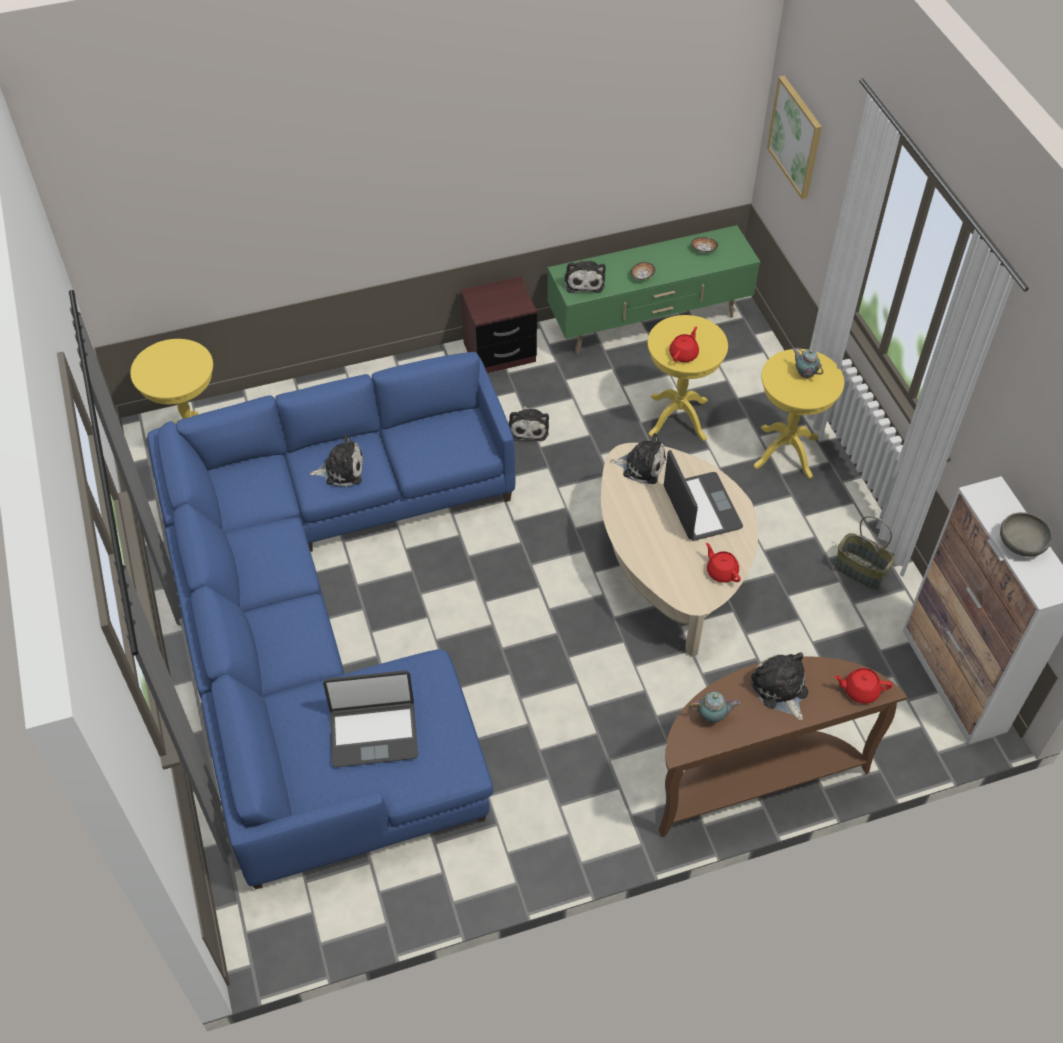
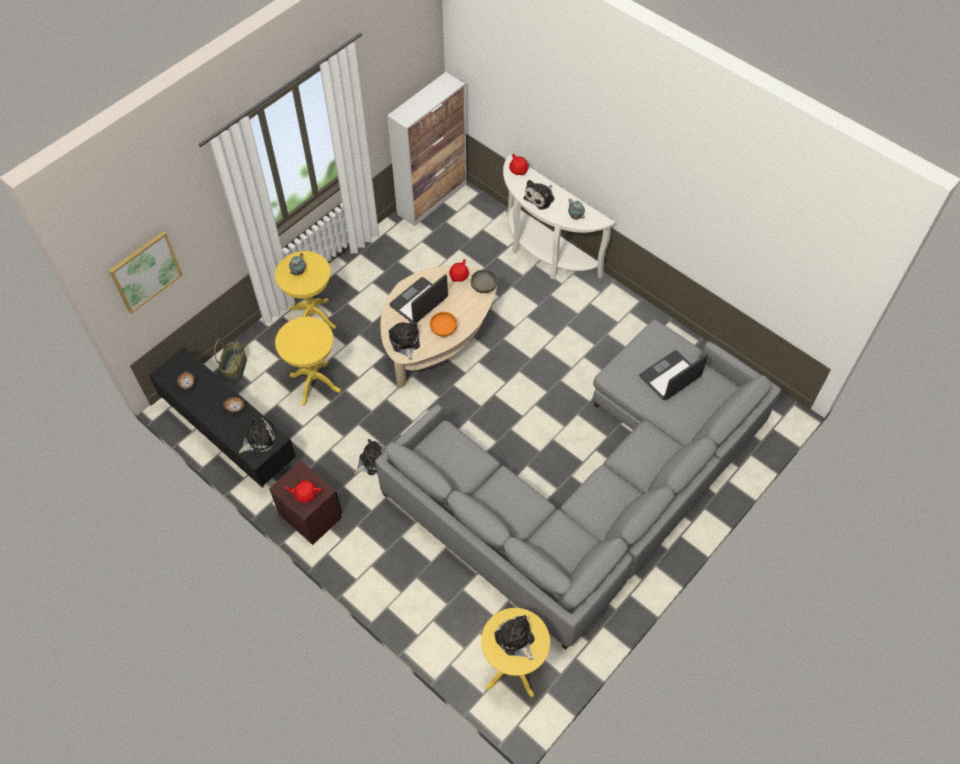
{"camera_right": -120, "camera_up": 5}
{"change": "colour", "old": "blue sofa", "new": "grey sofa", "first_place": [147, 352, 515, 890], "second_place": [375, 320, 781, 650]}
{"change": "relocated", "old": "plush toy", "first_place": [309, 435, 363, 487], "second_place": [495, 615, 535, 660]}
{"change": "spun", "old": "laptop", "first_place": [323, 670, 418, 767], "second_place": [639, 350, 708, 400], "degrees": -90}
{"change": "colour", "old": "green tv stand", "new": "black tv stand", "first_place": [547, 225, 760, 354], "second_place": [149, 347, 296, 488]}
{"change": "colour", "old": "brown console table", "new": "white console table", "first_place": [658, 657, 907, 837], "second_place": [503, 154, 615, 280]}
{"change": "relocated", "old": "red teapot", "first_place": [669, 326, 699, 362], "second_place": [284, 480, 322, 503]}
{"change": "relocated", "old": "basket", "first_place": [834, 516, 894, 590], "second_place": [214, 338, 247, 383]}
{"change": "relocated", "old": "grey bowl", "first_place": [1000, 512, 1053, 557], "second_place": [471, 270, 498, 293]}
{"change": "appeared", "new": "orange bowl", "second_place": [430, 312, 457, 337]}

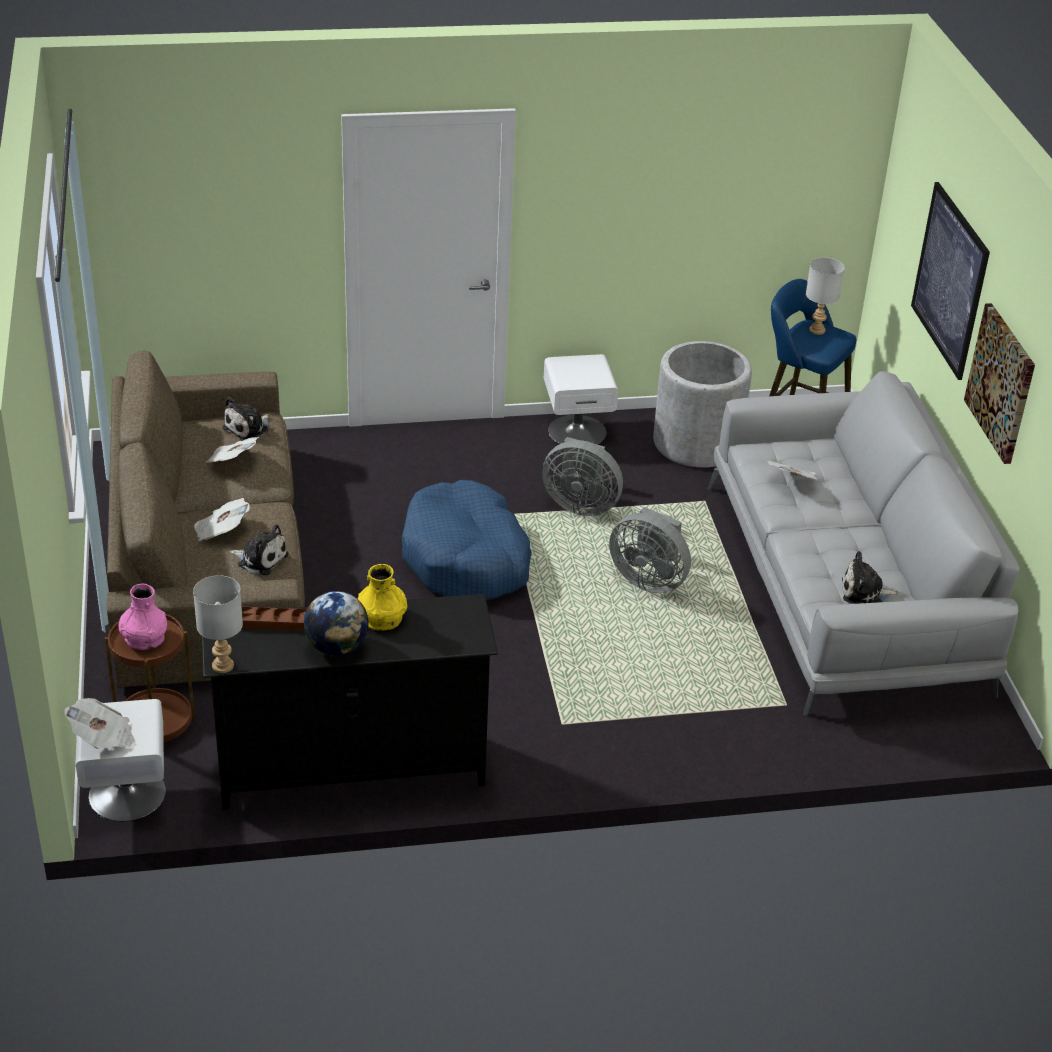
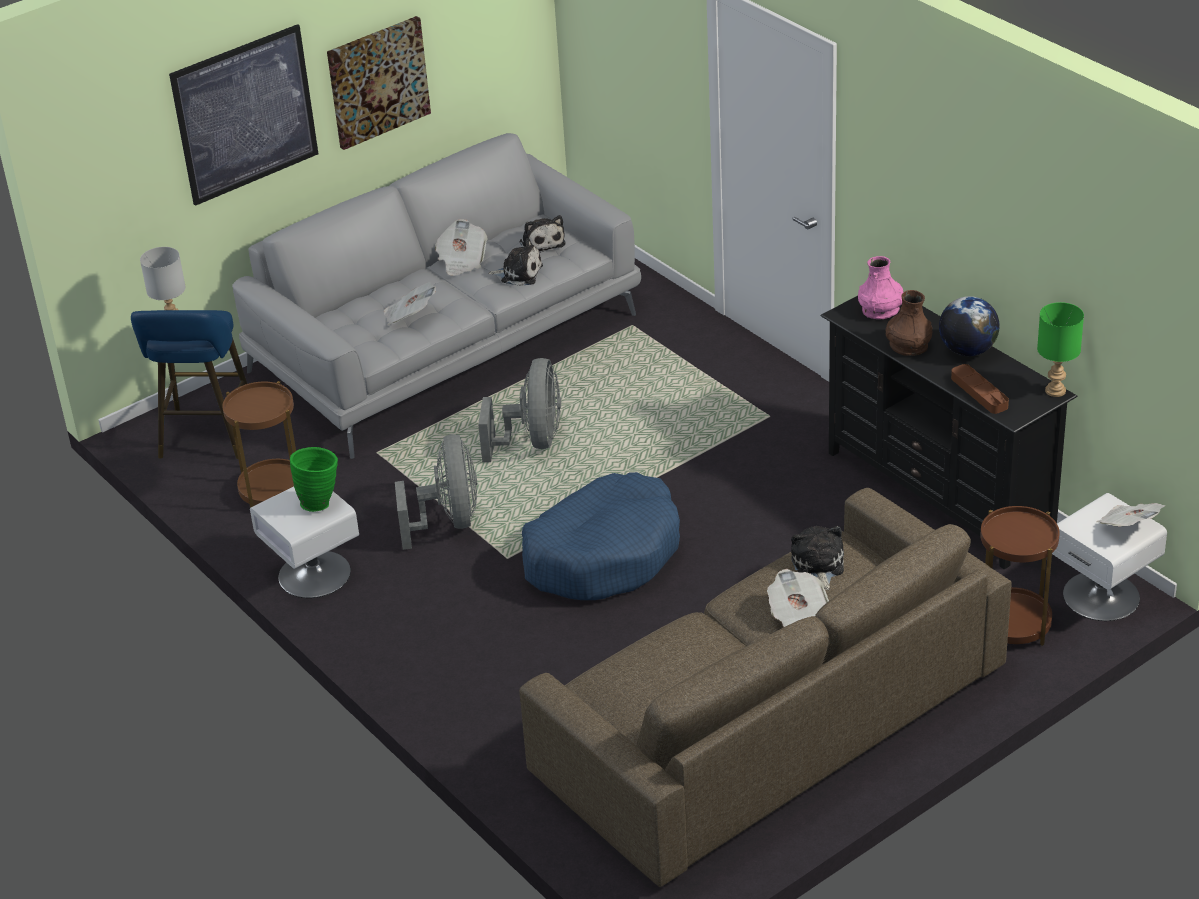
{"camera_right": -115, "camera_up": 0}
{"change": "relocated", "old": "pink vase", "first_place": [119, 584, 167, 650], "second_place": [858, 256, 903, 319]}
{"change": "colour", "old": "grey table lamp", "new": "green table lamp", "first_place": [193, 575, 243, 673], "second_place": [1037, 302, 1084, 397]}
{"change": "relocated", "old": "newspaper", "first_place": [205, 437, 259, 463], "second_place": [435, 219, 488, 276]}
{"change": "relocated", "old": "plush toy", "first_place": [222, 397, 269, 441], "second_place": [489, 238, 543, 286]}
{"change": "colour", "old": "yellow vase", "new": "brown vase", "first_place": [358, 564, 407, 631], "second_place": [886, 290, 932, 356]}
{"change": "exchanged", "old": "grey planter", "new": "brown side table", "first_place": [653, 341, 752, 468], "second_place": [222, 381, 296, 508]}
{"change": "appeared", "new": "green vase", "second_place": [290, 447, 338, 512]}

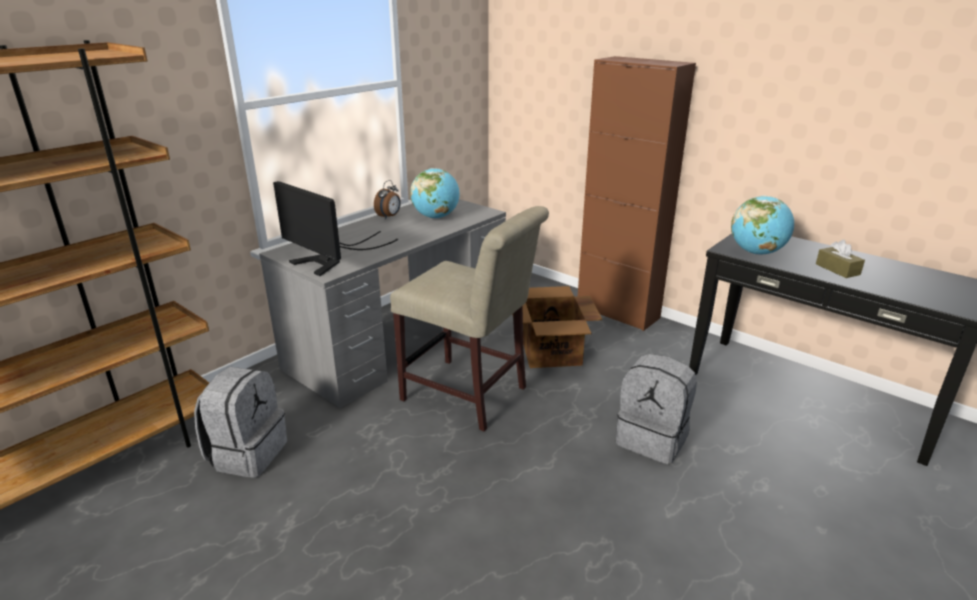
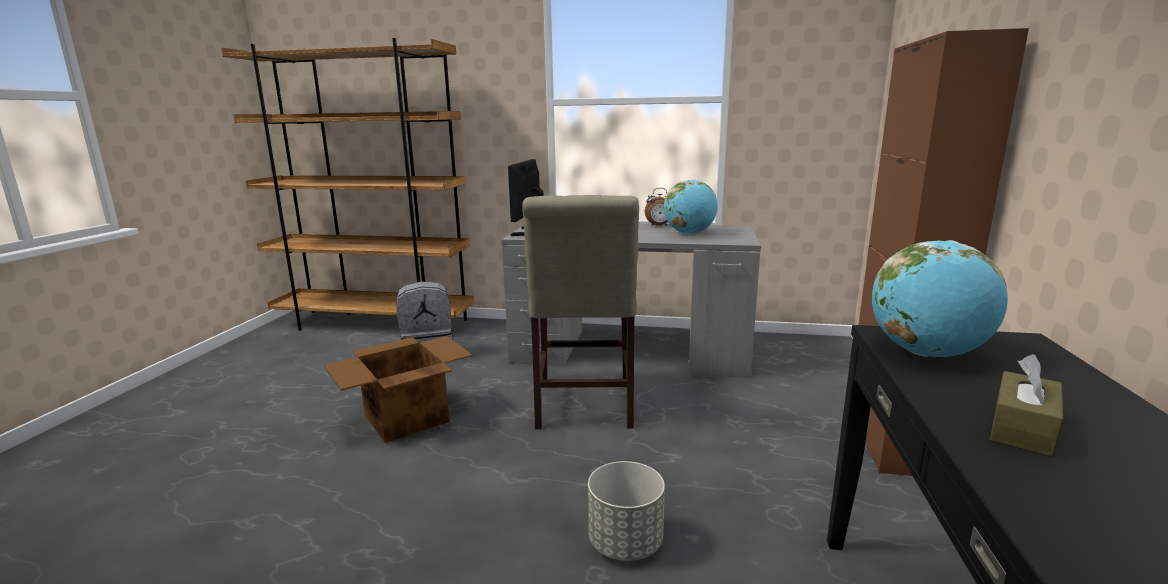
{"camera_right": 60, "camera_up": -10}
{"change": "relocated", "old": "cardboard box", "first_place": [512, 286, 602, 368], "second_place": [324, 336, 473, 443]}
{"change": "exchanged", "old": "grey backpack", "new": "grey planter", "first_place": [616, 354, 697, 464], "second_place": [588, 461, 665, 561]}

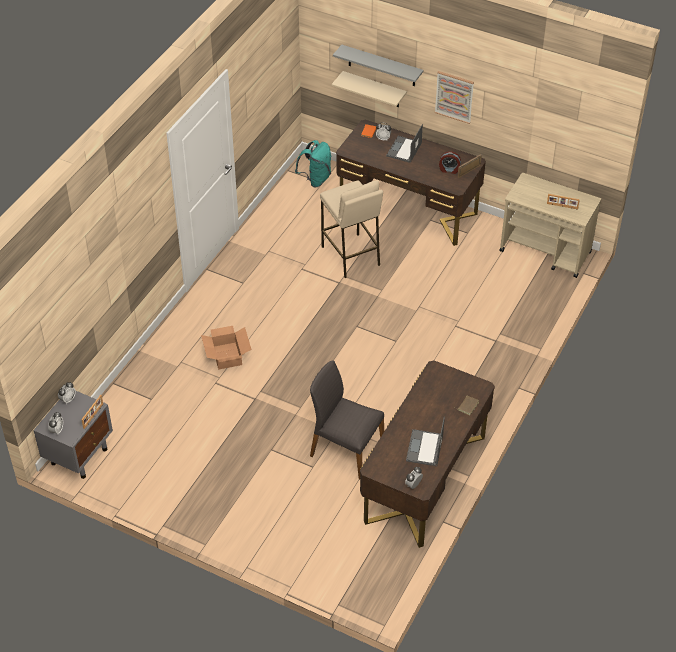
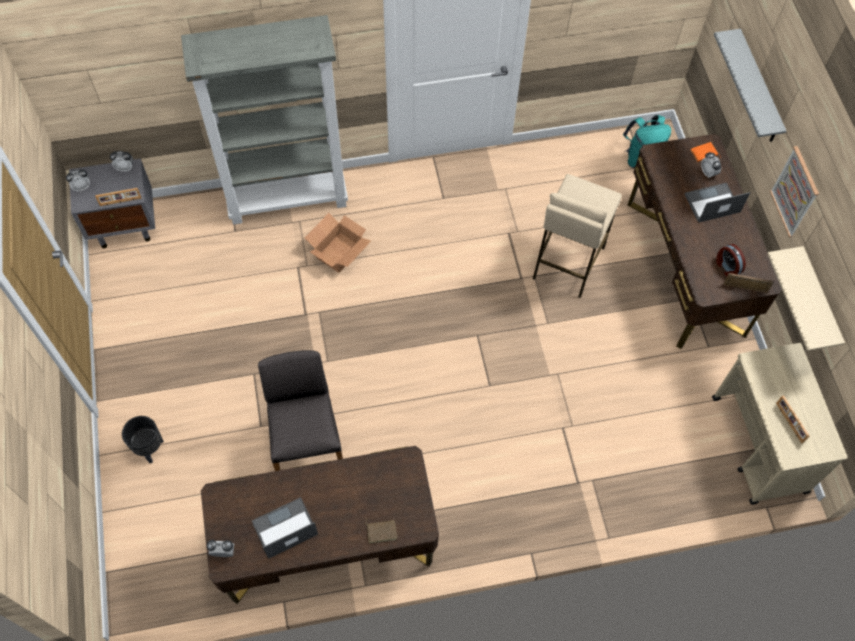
{"camera_right": 50, "camera_up": 15}
{"change": "relocated", "old": "beige shelf", "first_place": [332, 71, 407, 107], "second_place": [767, 246, 845, 351]}
{"change": "appeared", "new": "black planter", "second_place": [122, 416, 164, 463]}
{"change": "appeared", "new": "grey bookcase", "second_place": [181, 15, 348, 225]}

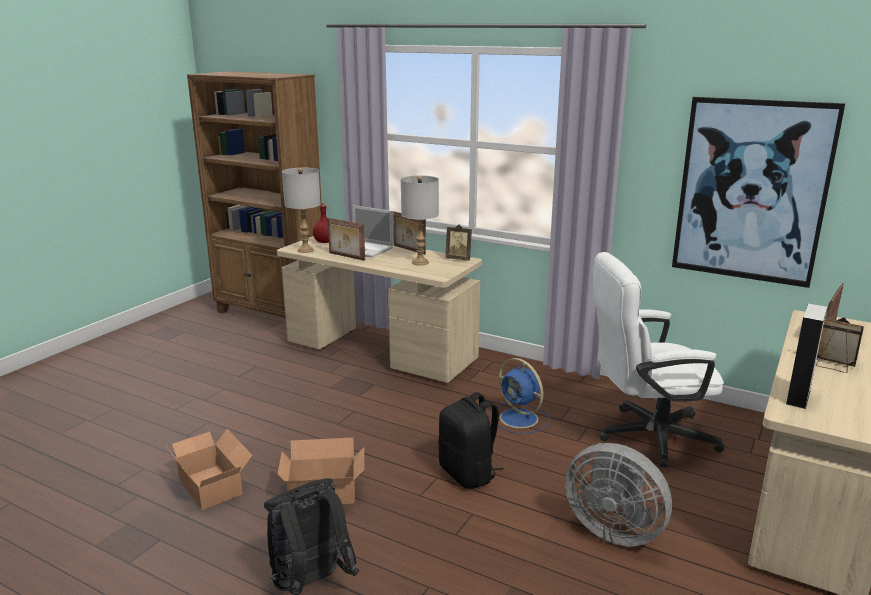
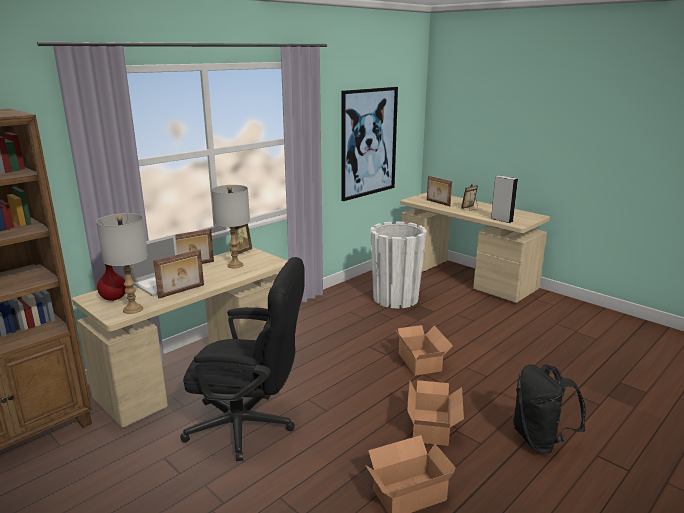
{"camera_right": -75, "camera_up": 0}
{"change": "exchanged", "old": "black backpack", "new": "cardboard box", "first_place": [439, 392, 504, 489], "second_place": [395, 325, 453, 376]}
{"change": "missing", "old": "blue fan", "first_place": [491, 358, 550, 434]}
{"change": "missing", "old": "grey fan", "first_place": [565, 443, 672, 546]}
{"change": "exchanged", "old": "white office chair", "new": "white planter", "first_place": [592, 252, 725, 468], "second_place": [370, 221, 427, 309]}
{"change": "appeared", "new": "black office chair", "second_place": [180, 257, 304, 461]}

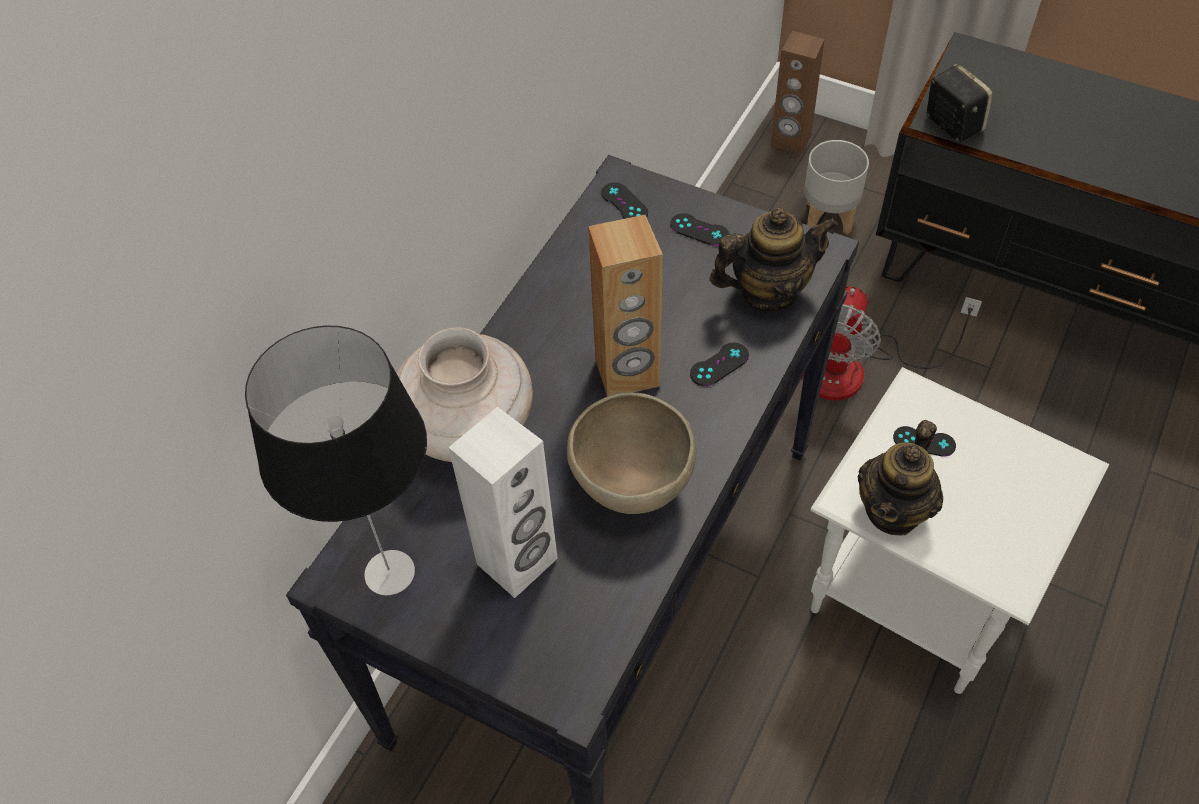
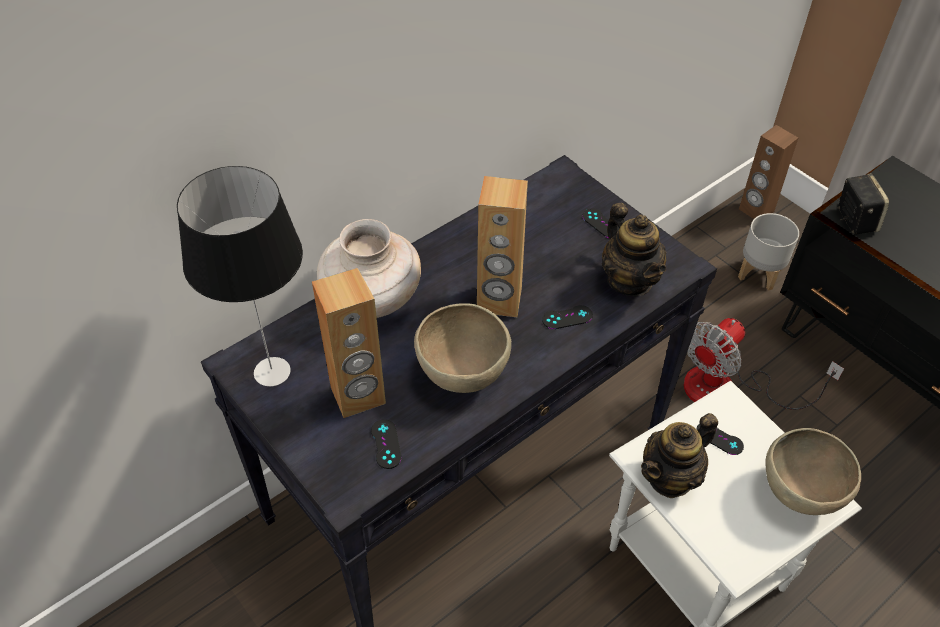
{"camera_right": 20, "camera_up": -5}
{"change": "colour", "old": "white speaker", "new": "brown speaker", "first_place": [448, 407, 558, 598], "second_place": [312, 268, 386, 418]}
{"change": "relocated", "old": "black game controller", "first_place": [601, 183, 648, 219], "second_place": [371, 419, 402, 469]}
{"change": "spun", "old": "teapot", "first_place": [709, 208, 838, 312], "second_place": [602, 203, 667, 296], "degrees": 60}
{"change": "appeared", "new": "brown bowl", "second_place": [765, 428, 861, 515]}

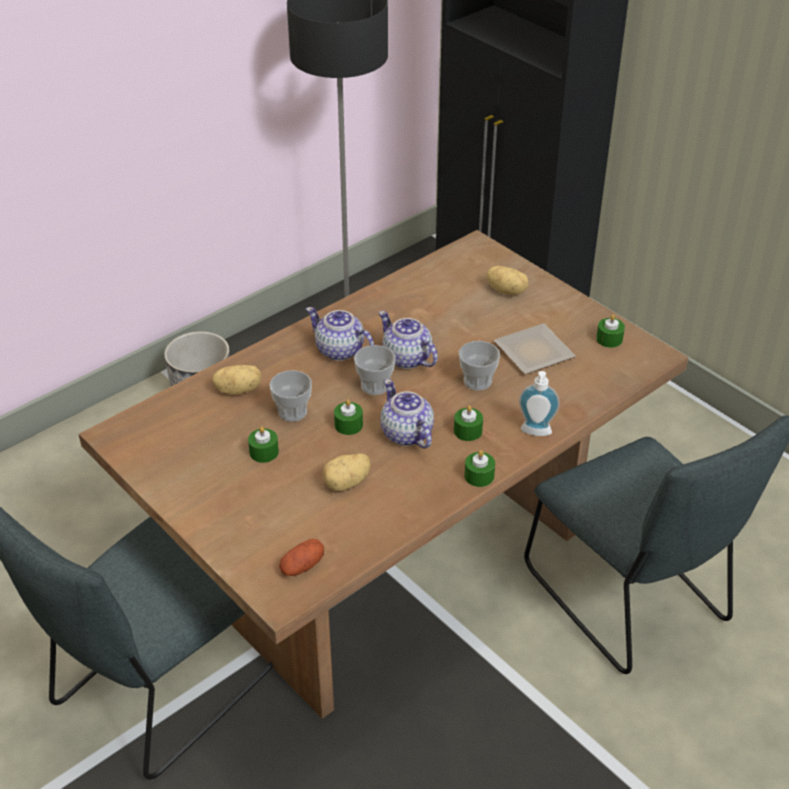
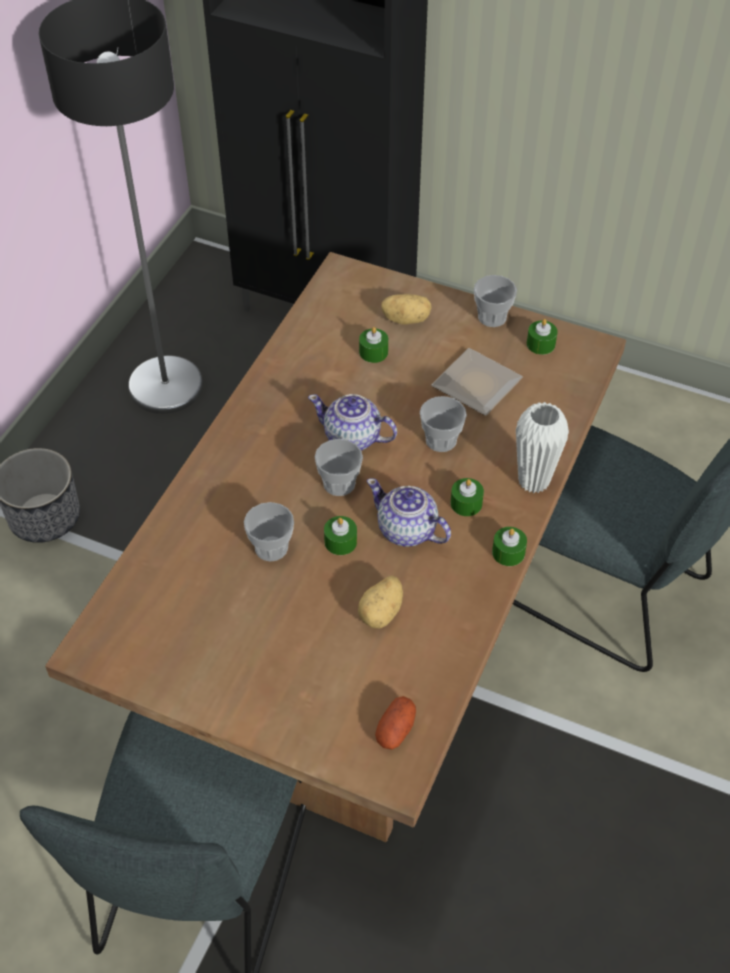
{"camera_right": -25, "camera_up": 10}
{"change": "missing", "old": "potato", "first_place": [212, 365, 261, 395]}
{"change": "relocated", "old": "green candle", "first_place": [248, 426, 279, 463], "second_place": [359, 327, 388, 363]}
{"change": "missing", "old": "teapot", "first_place": [306, 307, 374, 361]}
{"change": "exchanged", "old": "soap dispenser", "new": "white vase", "first_place": [519, 371, 560, 436], "second_place": [516, 402, 569, 493]}
{"change": "appeared", "new": "cup", "second_place": [474, 275, 517, 327]}

